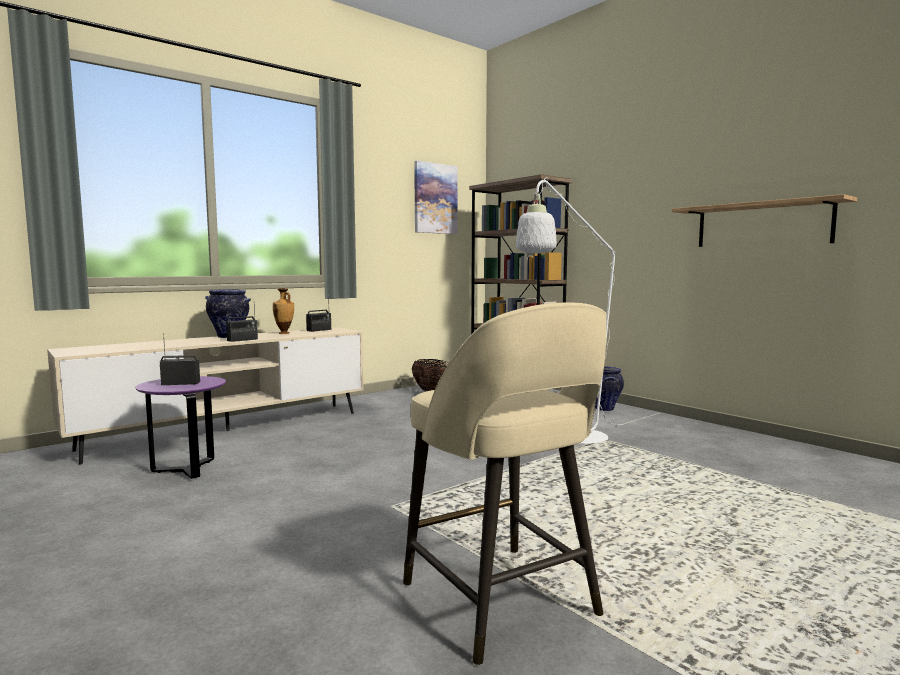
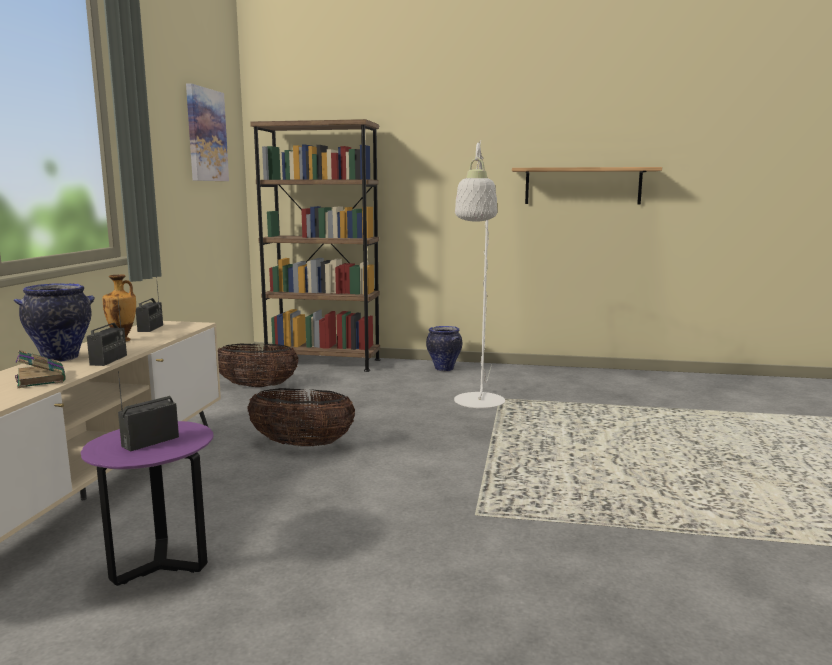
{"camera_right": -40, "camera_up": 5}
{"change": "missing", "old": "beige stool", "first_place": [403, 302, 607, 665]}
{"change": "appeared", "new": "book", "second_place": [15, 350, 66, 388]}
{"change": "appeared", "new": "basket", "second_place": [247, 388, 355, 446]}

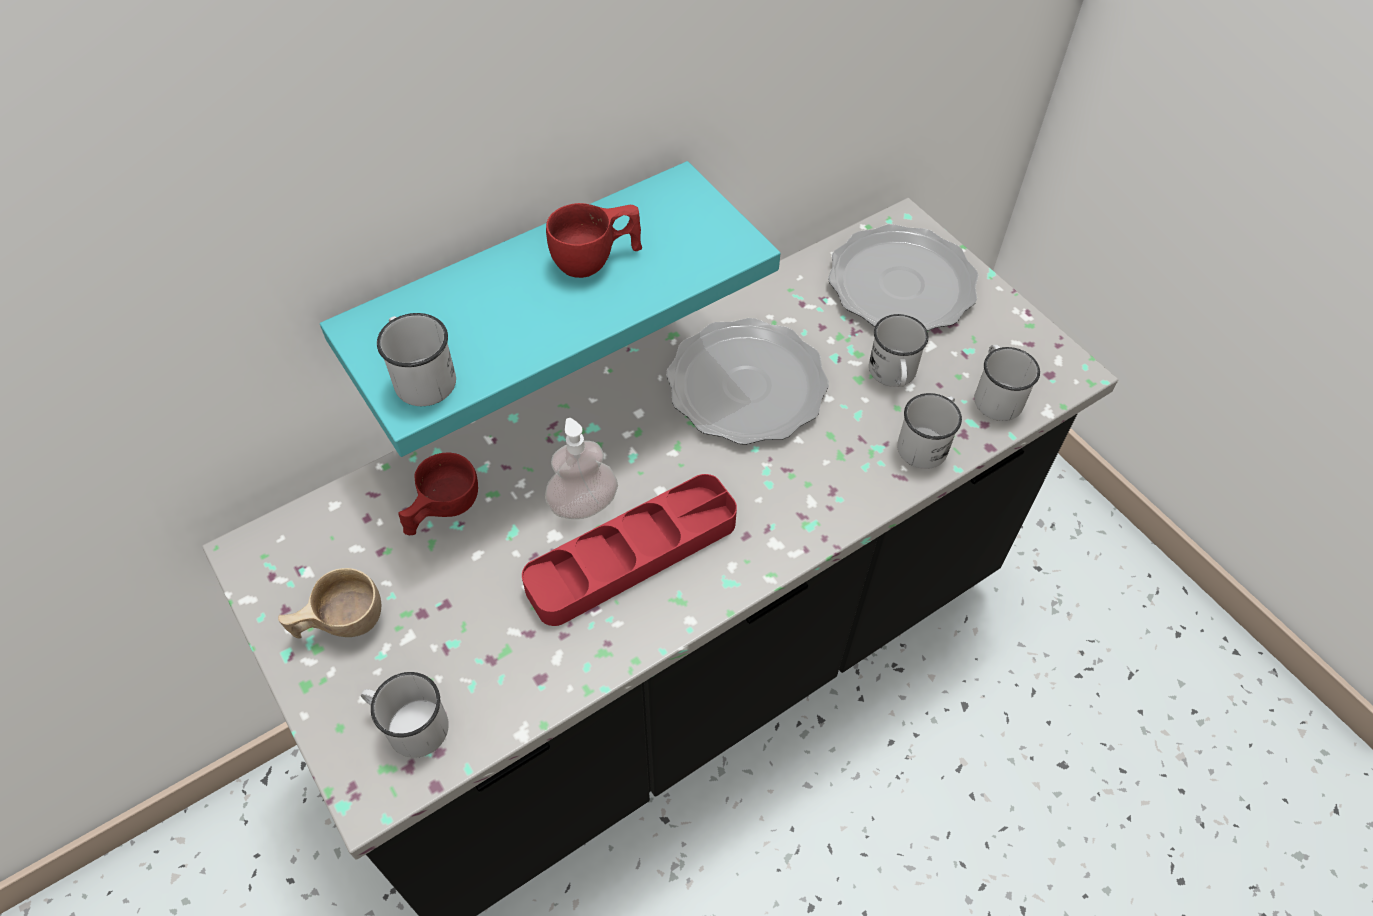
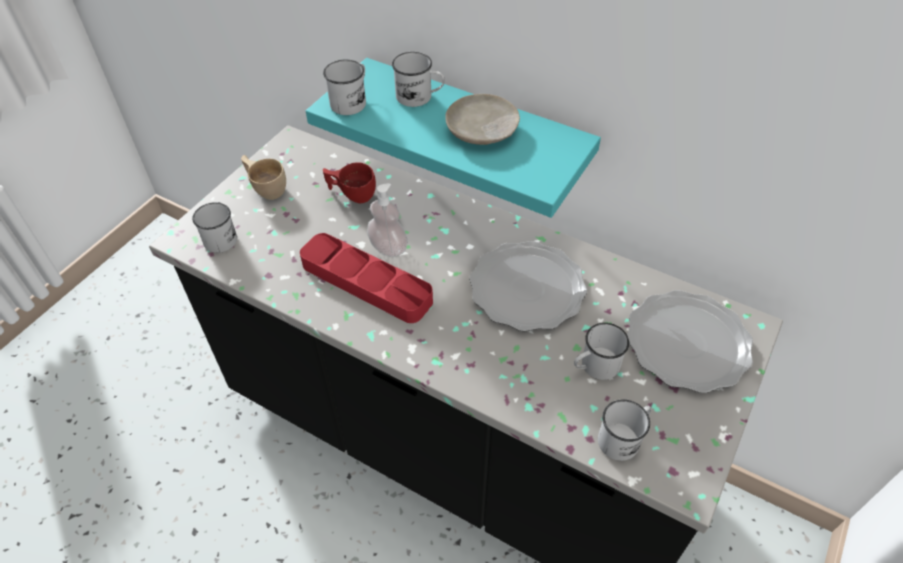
{"camera_right": 65, "camera_up": -5}
{"change": "exchanged", "old": "red cup", "new": "beige plate", "first_place": [546, 203, 642, 278], "second_place": [445, 94, 520, 145]}
{"change": "relocated", "old": "white mug", "first_place": [897, 393, 962, 469], "second_place": [392, 52, 445, 107]}

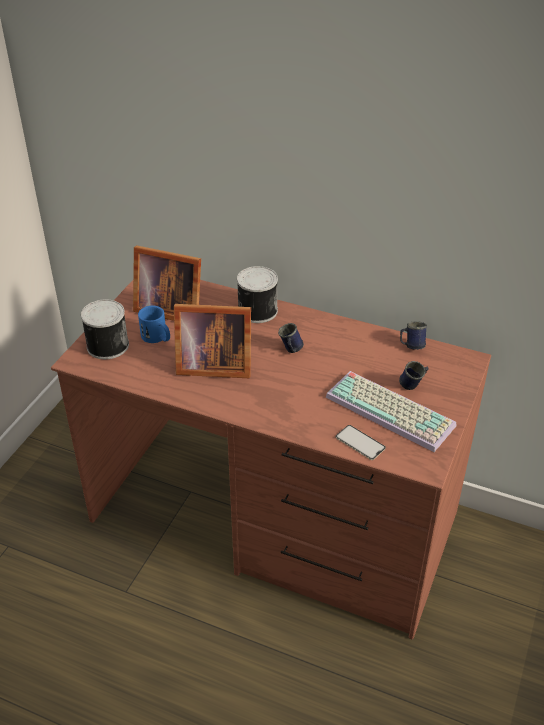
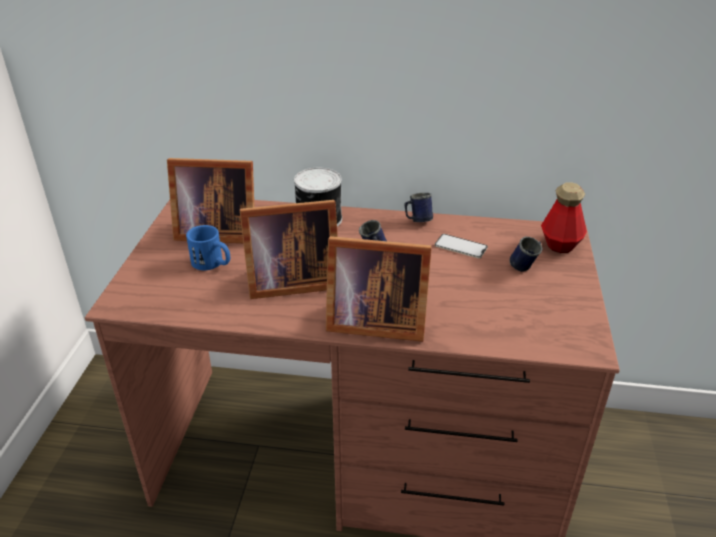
{"camera_right": -15, "camera_up": -5}
{"change": "missing", "old": "can", "first_place": [81, 299, 129, 359]}
{"change": "missing", "old": "keyboard", "first_place": [326, 371, 456, 452]}
{"change": "relocated", "old": "phone", "first_place": [336, 425, 386, 460], "second_place": [435, 234, 488, 258]}
{"change": "relocated", "old": "blue mug", "first_place": [400, 322, 427, 350], "second_place": [404, 192, 433, 222]}
{"change": "appeared", "new": "picture frame", "second_place": [326, 236, 432, 342]}
{"change": "appeared", "new": "bottle", "second_place": [541, 182, 587, 253]}

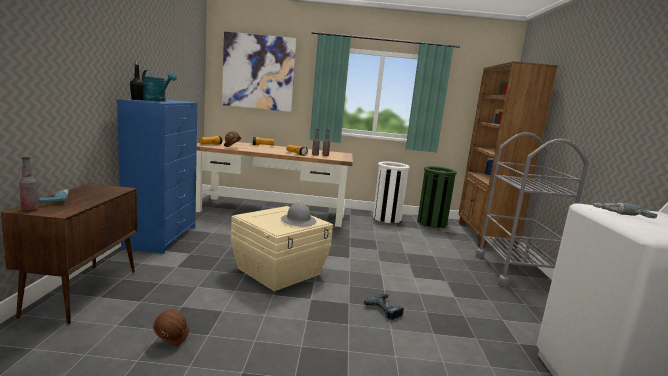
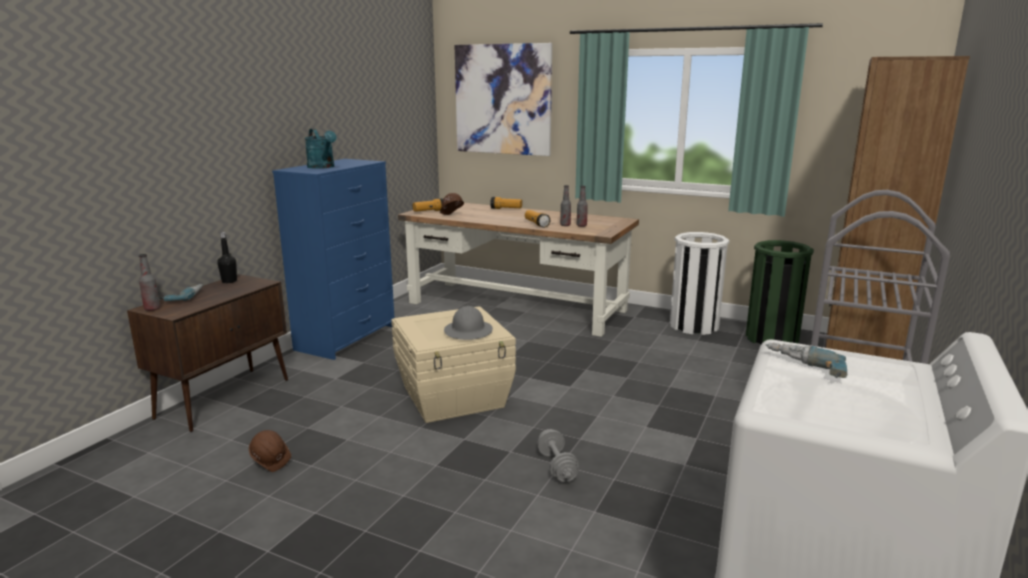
{"camera_right": 25, "camera_up": 5}
{"change": "relocated", "old": "black bottle", "first_place": [130, 61, 144, 101], "second_place": [217, 232, 237, 283]}
{"change": "exchanged", "old": "power drill", "new": "grey dumbbell", "first_place": [364, 294, 404, 320], "second_place": [537, 429, 579, 482]}

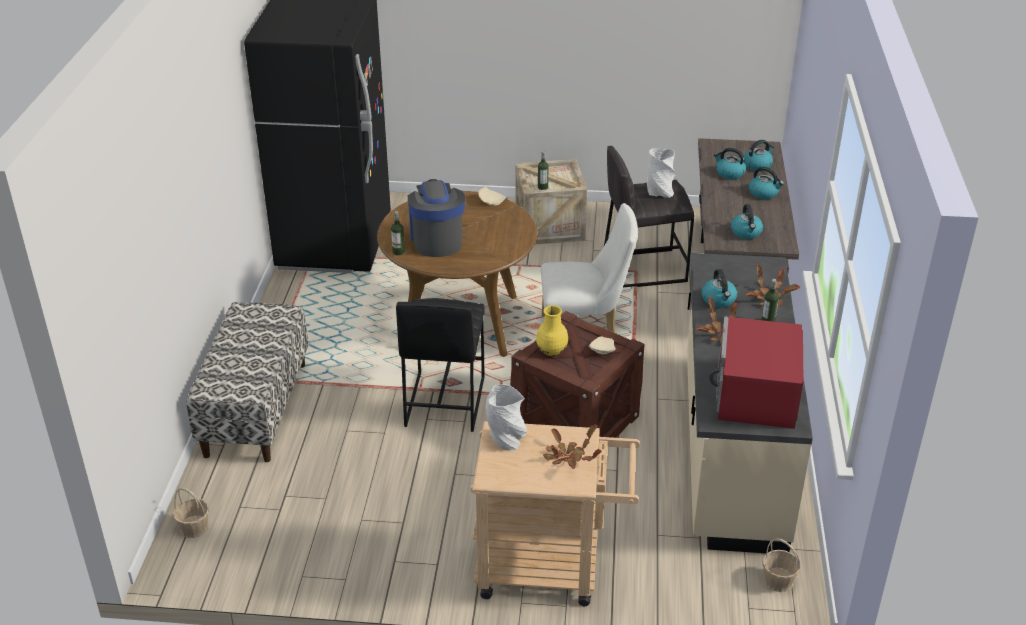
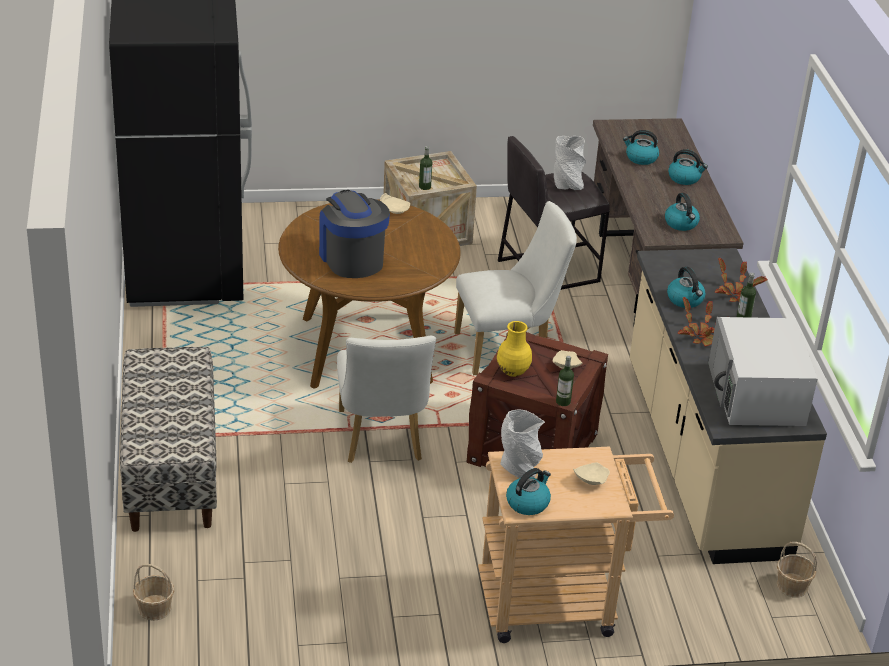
{"camera_right": -15, "camera_up": 0}
{"change": "relocated", "old": "bottle", "first_place": [391, 211, 405, 256], "second_place": [556, 356, 574, 406]}
{"change": "exchanged", "old": "black stool", "new": "white chair", "first_place": [396, 298, 485, 432], "second_place": [337, 336, 436, 463]}
{"change": "exchanged", "old": "potted plant", "new": "beige plate", "first_place": [543, 425, 602, 469], "second_place": [573, 462, 610, 485]}
{"change": "colour", "old": "red microwave", "new": "white microwave", "first_place": [709, 316, 803, 429], "second_place": [708, 317, 818, 426]}
{"change": "relocated", "old": "kettle", "first_place": [744, 140, 774, 171], "second_place": [506, 468, 551, 515]}

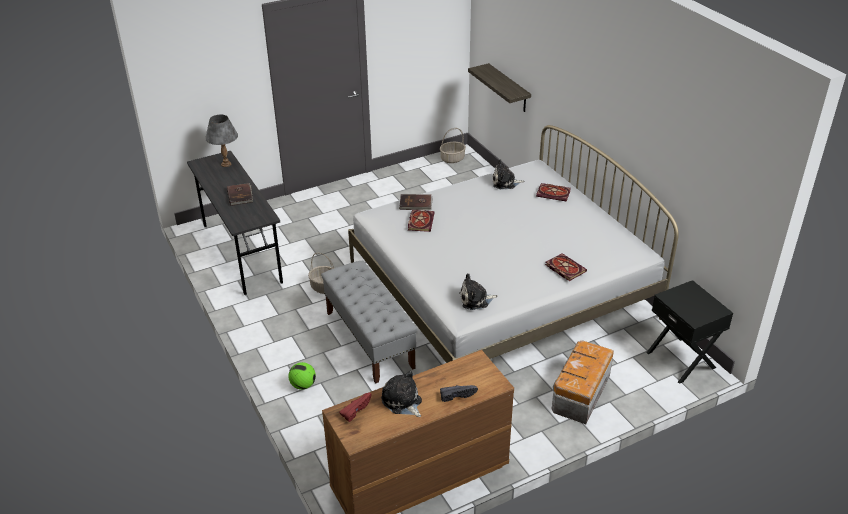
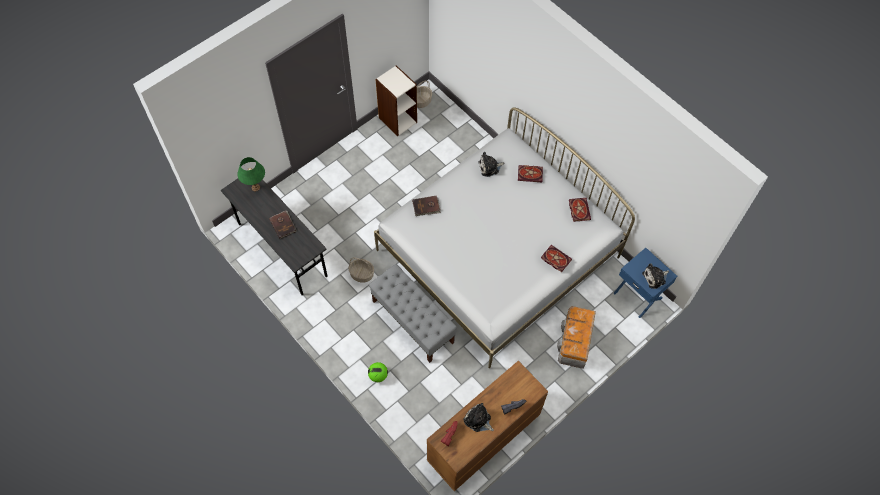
{"camera_right": -15, "camera_up": 25}
{"change": "colour", "old": "grey table lamp", "new": "green table lamp", "first_place": [205, 114, 238, 167], "second_place": [237, 157, 265, 192]}
{"change": "relocated", "old": "book", "first_place": [408, 210, 434, 232], "second_place": [569, 198, 591, 222]}
{"change": "relocated", "old": "plush toy", "first_place": [459, 273, 498, 310], "second_place": [642, 263, 669, 289]}
{"change": "missing", "old": "shelf", "first_place": [468, 63, 531, 112]}
{"change": "colour", "old": "black nightstand", "new": "blue nightstand", "first_place": [646, 280, 733, 384], "second_place": [613, 248, 677, 318]}
{"change": "appeared", "new": "bookcase", "second_place": [375, 65, 417, 136]}

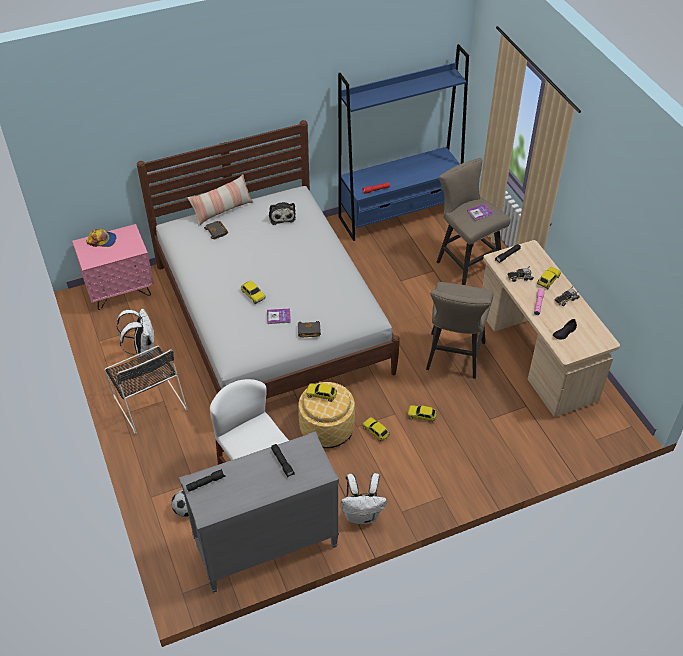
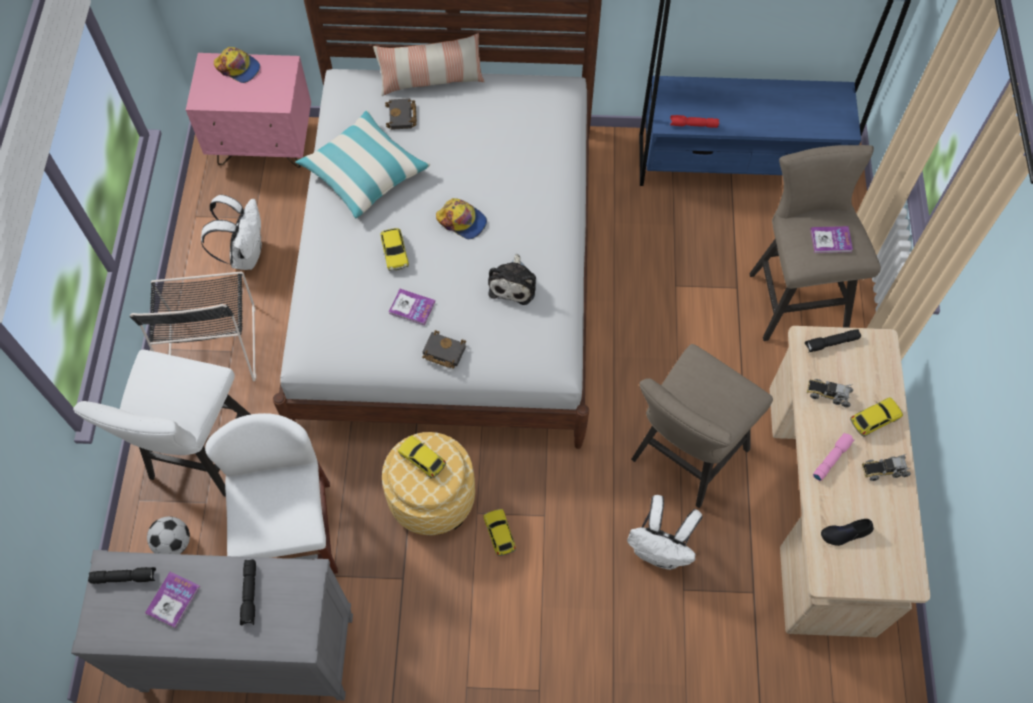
{"camera_right": 25, "camera_up": 15}
{"change": "relocated", "old": "plush toy", "first_place": [269, 202, 296, 225], "second_place": [488, 254, 536, 305]}
{"change": "relocated", "old": "white backpack", "first_place": [341, 473, 387, 524], "second_place": [627, 495, 703, 570]}
{"change": "missing", "old": "toy car", "first_place": [408, 405, 437, 423]}
{"change": "appeared", "new": "white stool", "second_place": [73, 350, 251, 497]}
{"change": "appeared", "new": "book", "second_place": [145, 572, 200, 628]}
{"change": "appeared", "new": "pillow", "second_place": [295, 110, 430, 218]}
{"change": "appeared", "new": "cap", "second_place": [436, 198, 487, 239]}

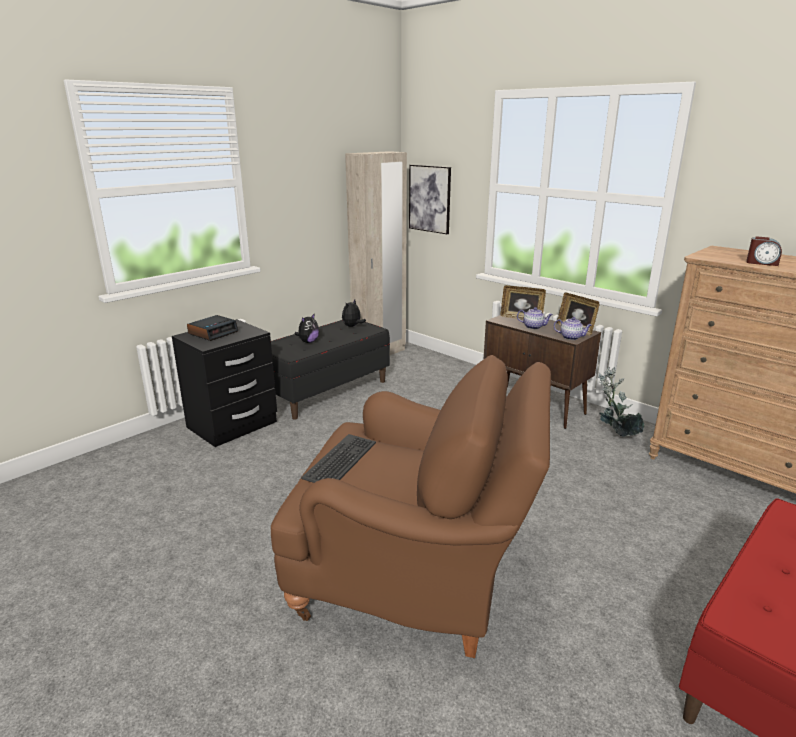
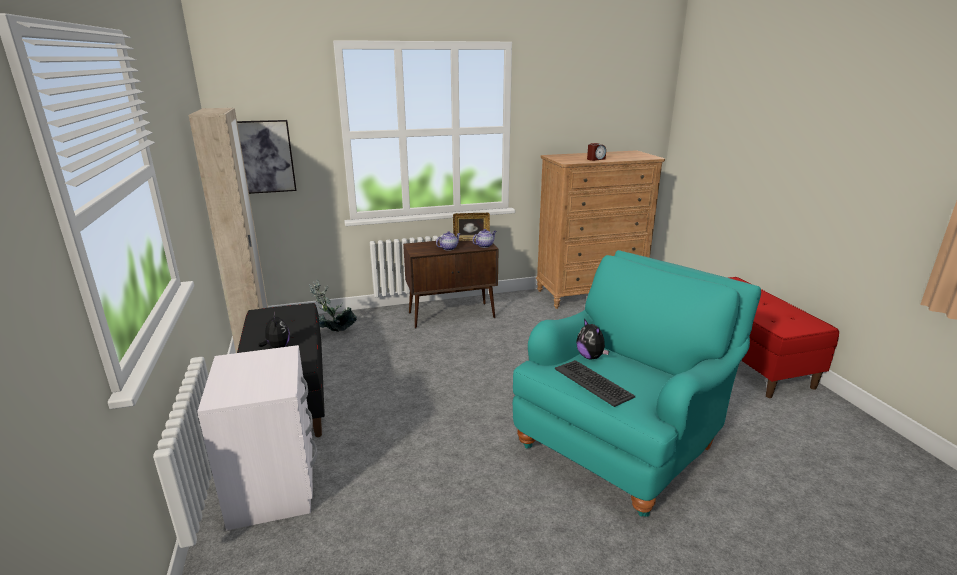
{"camera_right": -60, "camera_up": 0}
{"change": "colour", "old": "black nightstand", "new": "white nightstand", "first_place": [172, 319, 277, 447], "second_place": [197, 345, 317, 531]}
{"change": "missing", "old": "alarm clock", "first_place": [187, 315, 238, 341]}
{"change": "colour", "old": "brown armchair", "new": "turquoise armchair", "first_place": [271, 355, 551, 658], "second_place": [513, 250, 761, 517]}
{"change": "relocated", "old": "plush toy", "first_place": [342, 299, 366, 327], "second_place": [576, 319, 609, 360]}
{"change": "missing", "old": "picture frame", "first_place": [500, 285, 546, 320]}
{"change": "relocated", "old": "potted plant", "first_place": [598, 367, 644, 437], "second_place": [309, 280, 357, 332]}

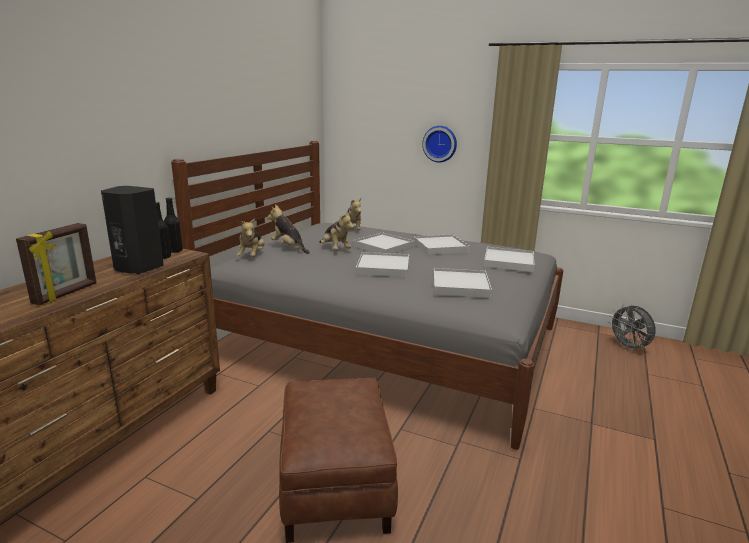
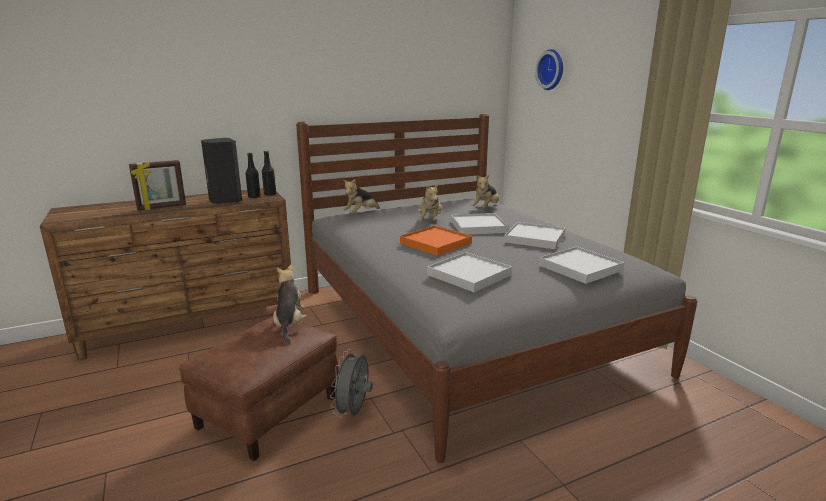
{"camera_right": 40, "camera_up": 0}
{"change": "relocated", "old": "plush toy", "first_place": [268, 205, 310, 254], "second_place": [273, 265, 307, 344]}
{"change": "colour", "old": "white tray", "new": "orange tray", "first_place": [356, 252, 409, 277], "second_place": [400, 225, 472, 256]}
{"change": "relocated", "old": "wall clock", "first_place": [422, 126, 457, 163], "second_place": [535, 49, 563, 90]}
{"change": "relocated", "old": "grey fan", "first_place": [608, 304, 656, 352], "second_place": [330, 349, 373, 418]}

